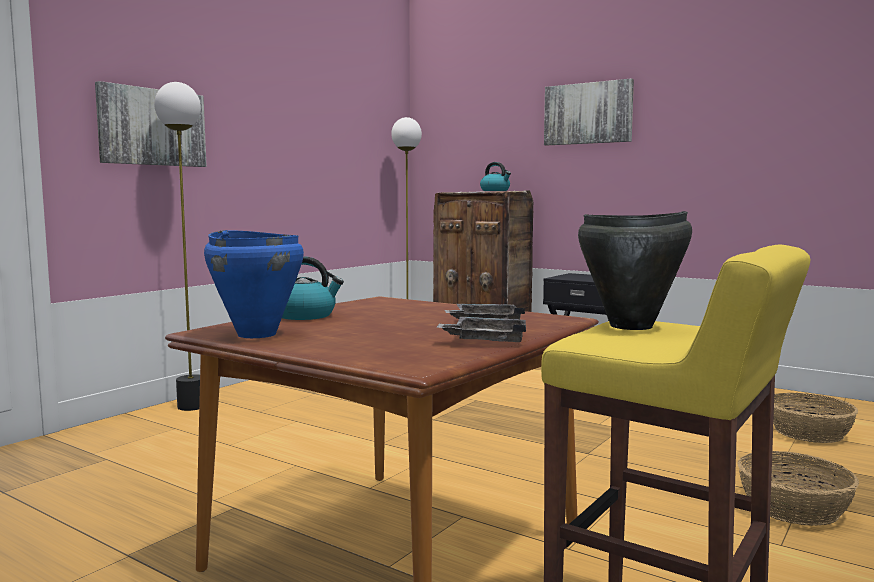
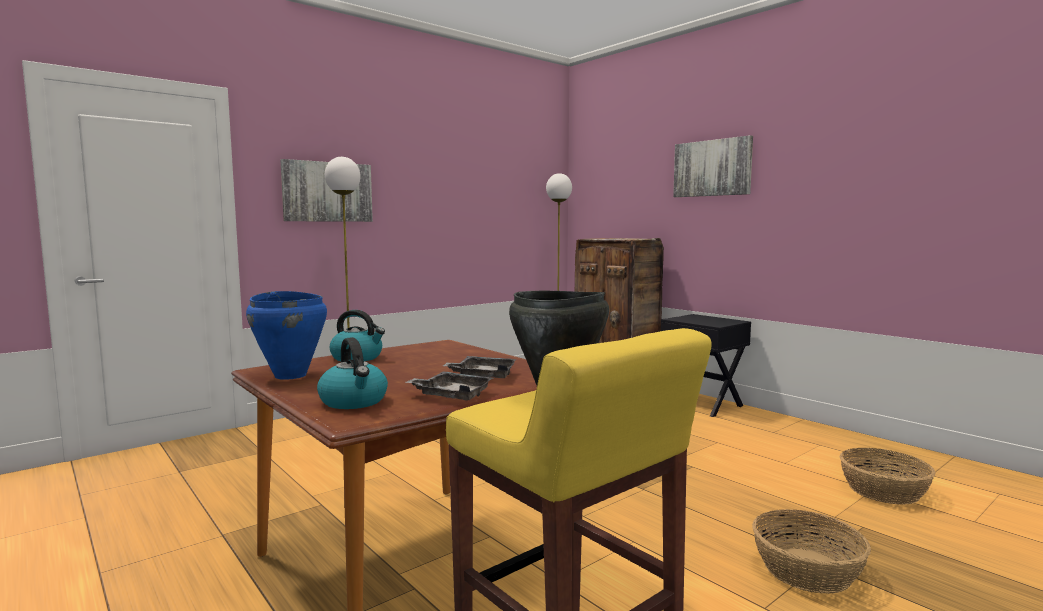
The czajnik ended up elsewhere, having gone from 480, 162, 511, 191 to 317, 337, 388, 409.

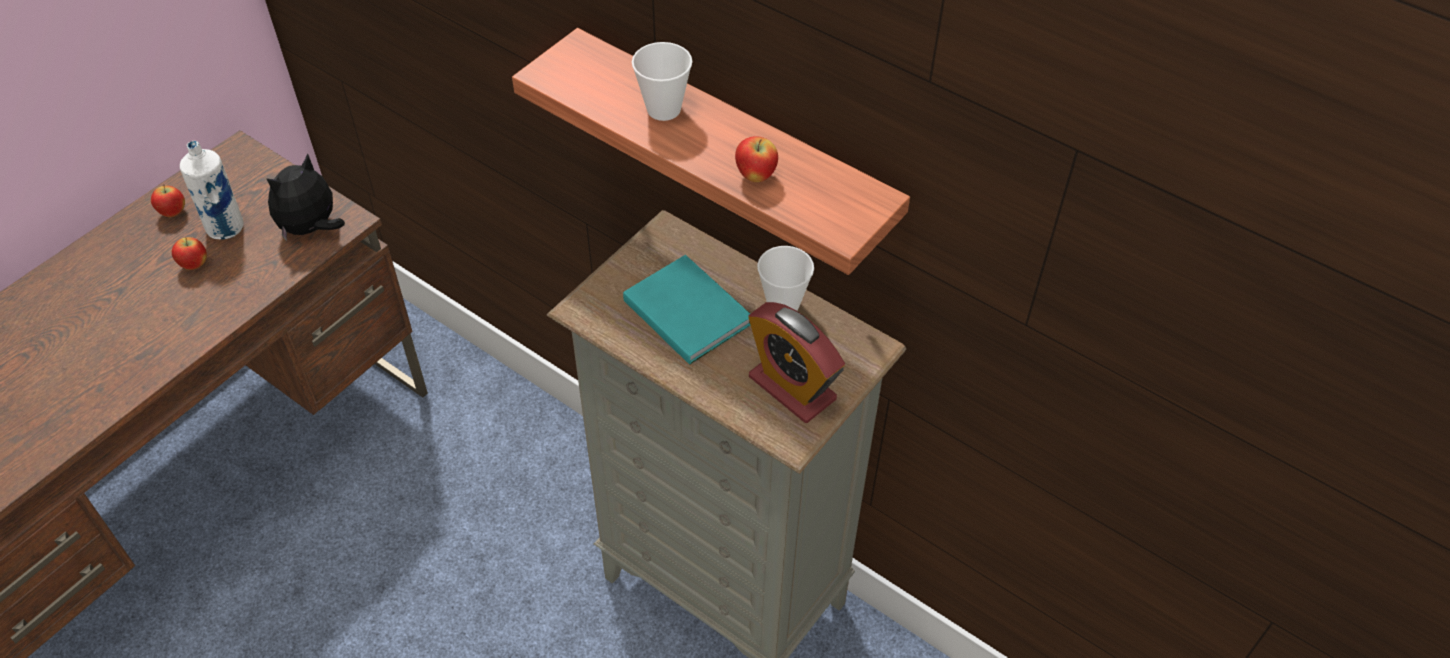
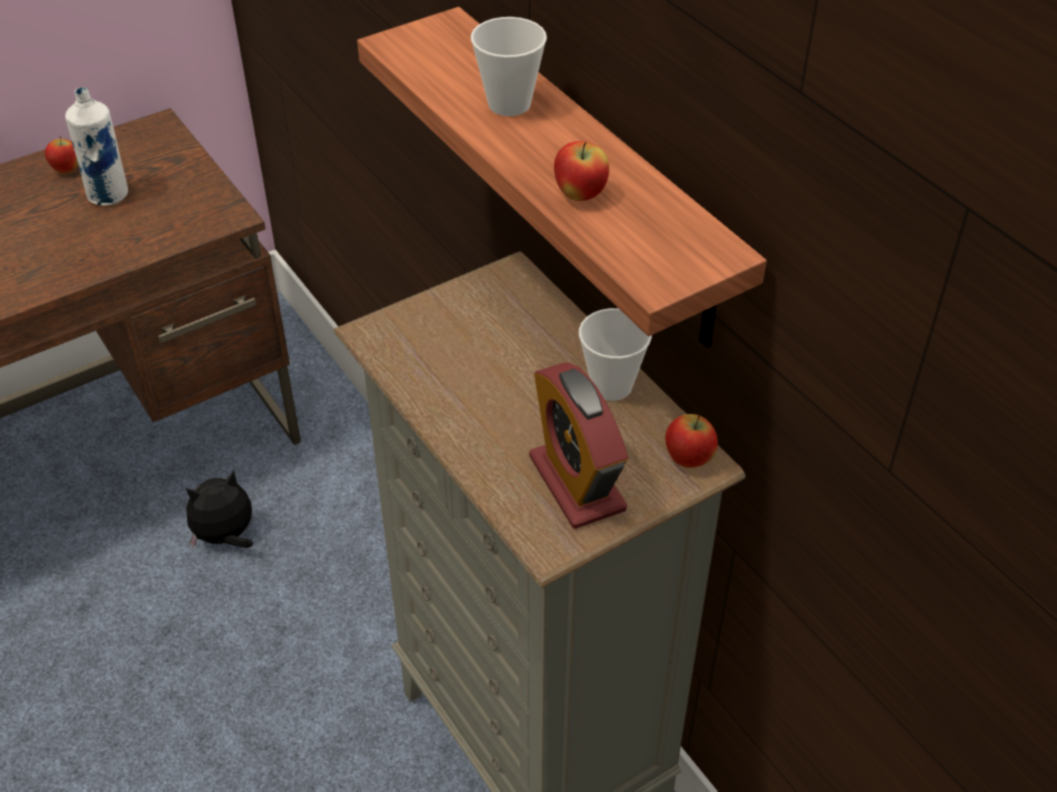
The jabłko ended up elsewhere, having gone from 172, 237, 207, 270 to 665, 414, 718, 468.
The pluszak ended up elsewhere, having gone from 266, 153, 345, 242 to 186, 470, 253, 549.
The second view lost the książka (turkusowy) at 623, 255, 751, 365.

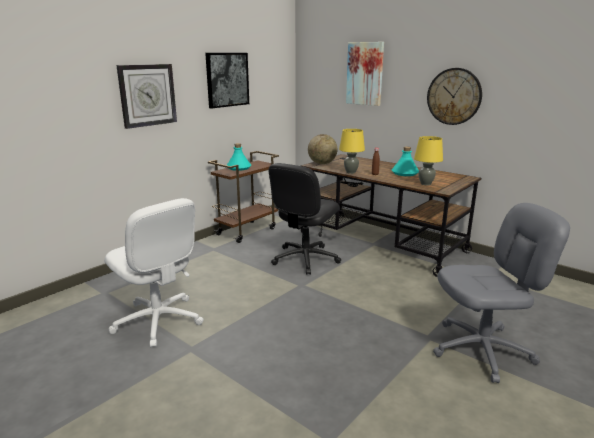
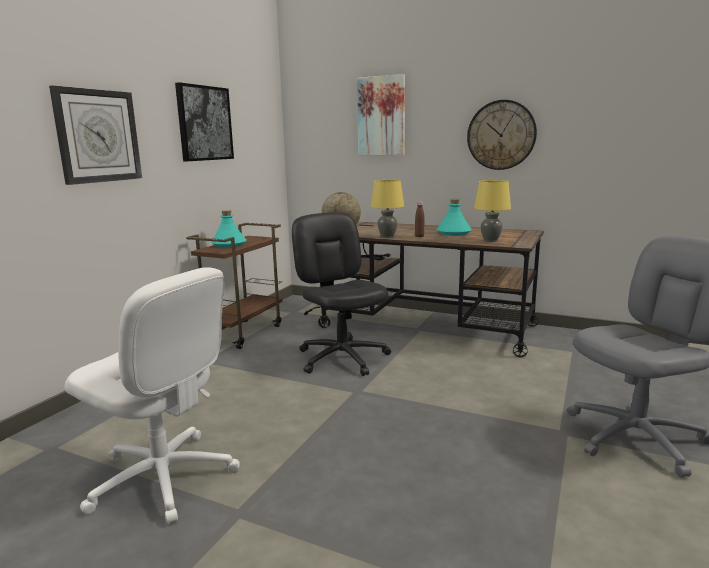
The krzesło biurowe (czarny) at 269, 163, 341, 275 ended up facing another way, 135 degrees clockwise from before.

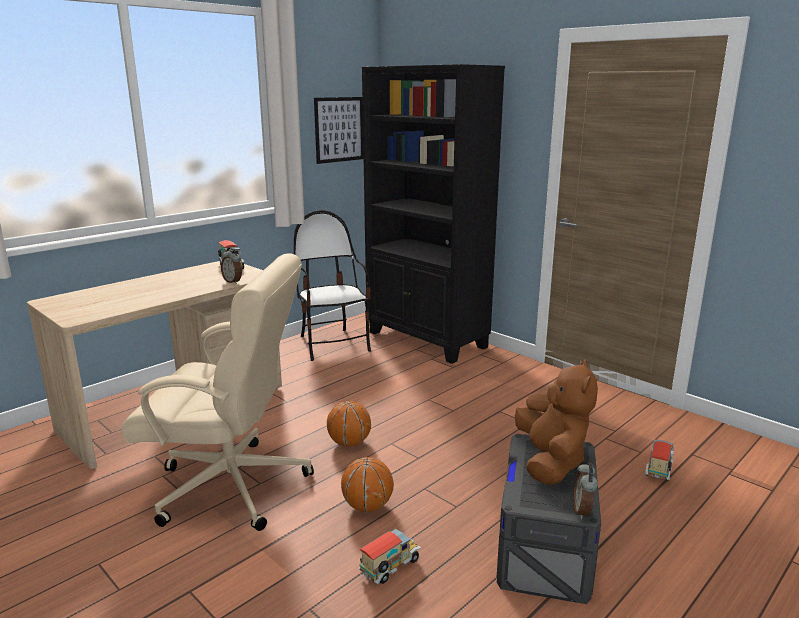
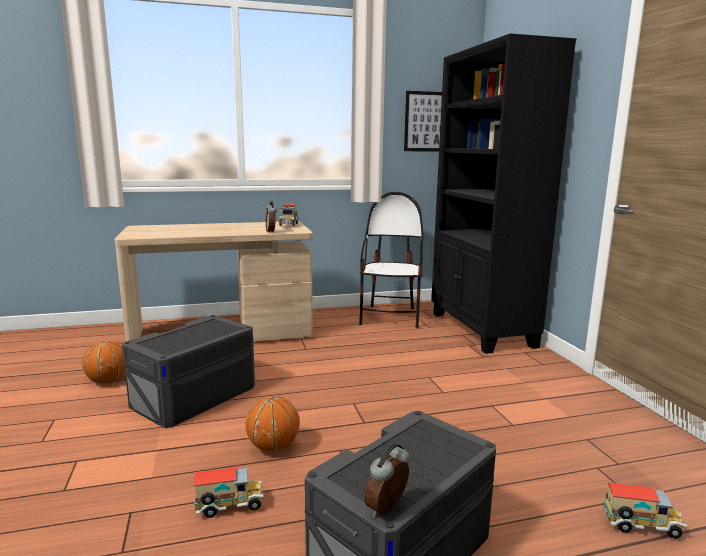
Where the krzesło biurowe (beżowy) stood at 121, 253, 314, 531, the pojemnik do przechowywania (szary) came to stand at 122, 315, 255, 428.
The piłka do koszykówki ended up elsewhere, having gone from 327, 401, 371, 447 to 82, 341, 125, 384.
The second view lost the pluszak (brązowy) at 515, 360, 598, 485.
The ciężarówka zabawkowa at 645, 440, 674, 481 ended up facing another way, 45 degrees clockwise from before.

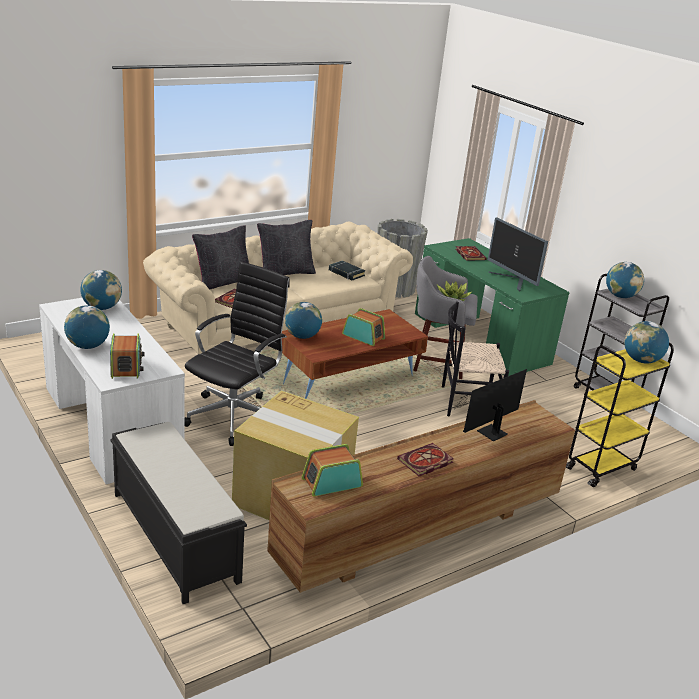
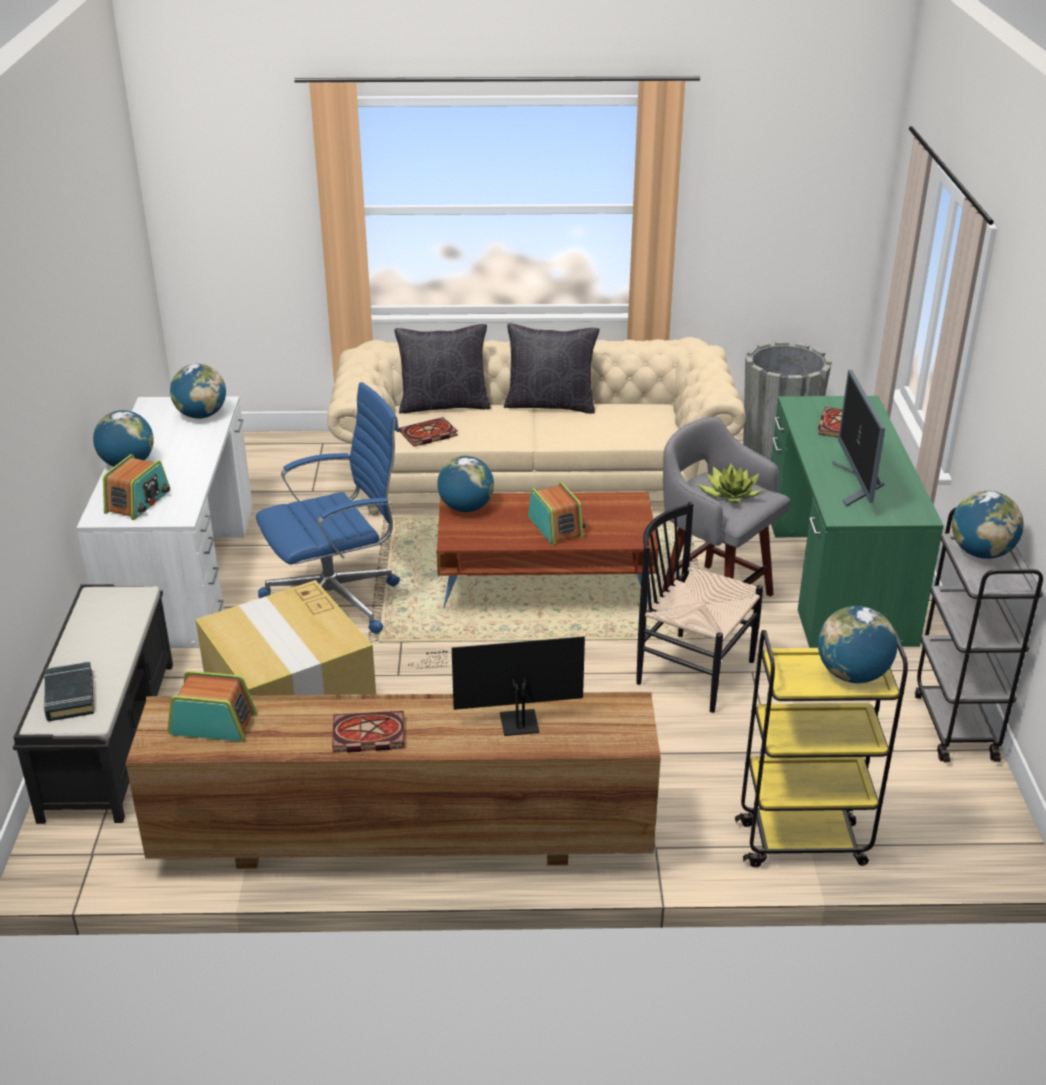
What was the krzesło biurowe (czarny) at 184, 262, 290, 446 turned into the krzesło biurowe (niebieski) at 256, 382, 400, 634.
The książka (czarny) ended up elsewhere, having gone from 329, 261, 365, 281 to 44, 662, 94, 721.

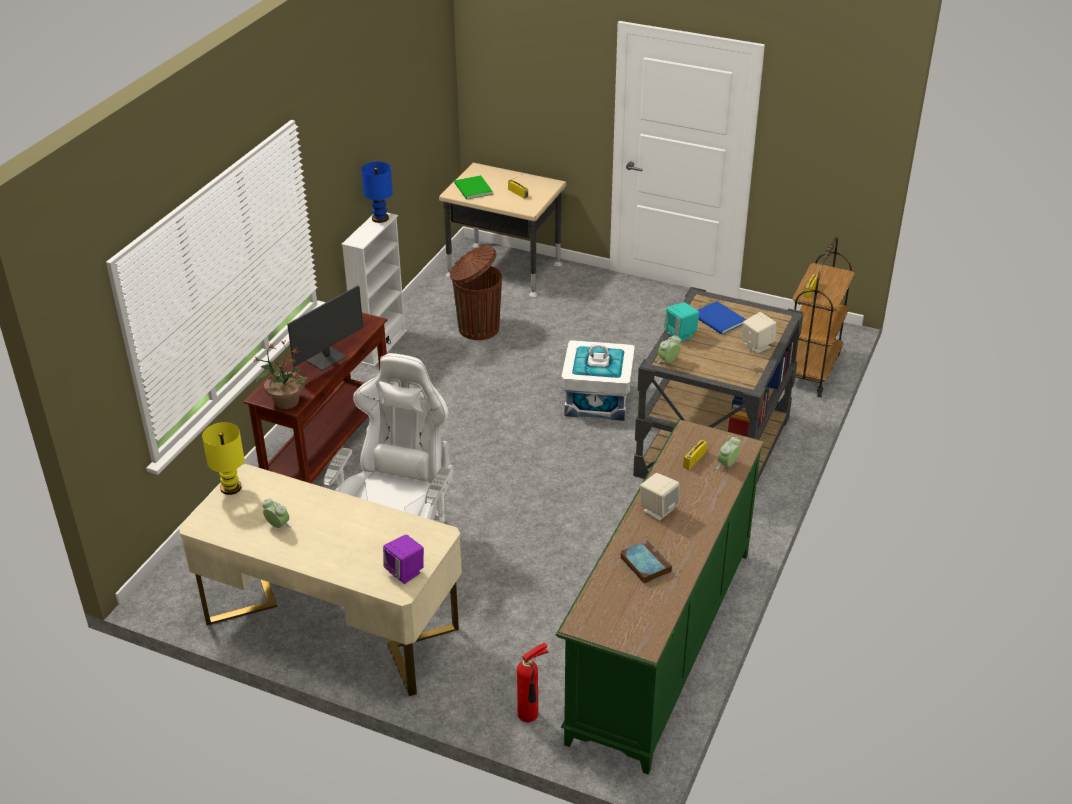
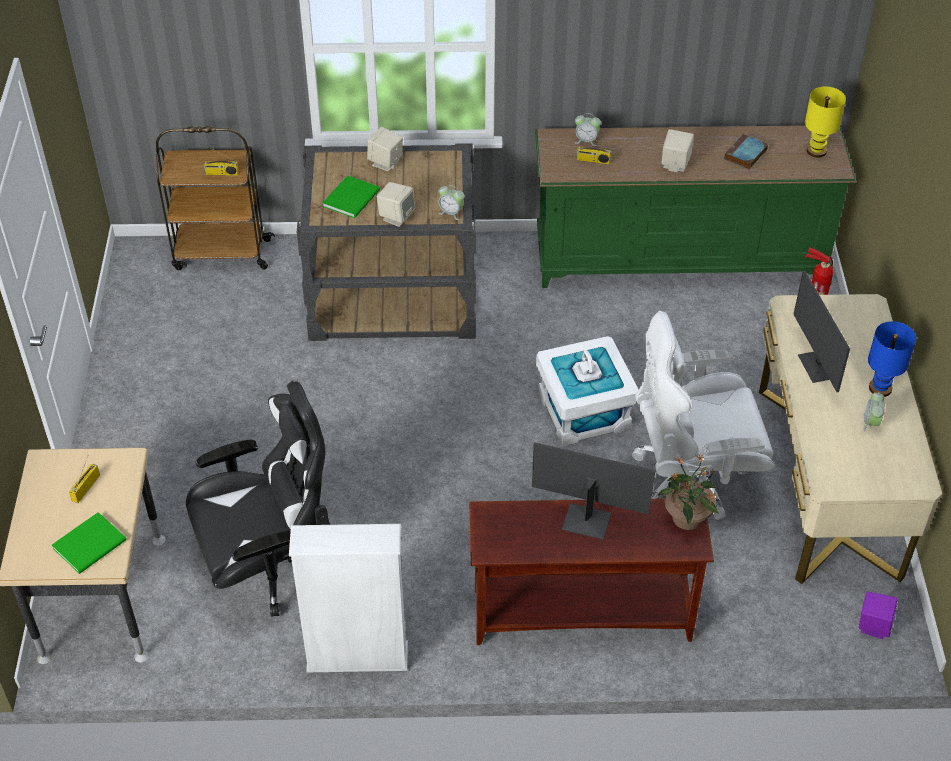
The lampa stołowa (żółty) ended up elsewhere, having gone from 202, 422, 244, 495 to 805, 87, 846, 158.
The lampa stołowa (niebieski) ended up elsewhere, having gone from 361, 162, 393, 223 to 868, 321, 916, 397.
The głośnik (fioletowy) ended up elsewhere, having gone from 383, 534, 424, 584 to 859, 592, 898, 639.
Where the kosz na śmieci (brązowy) stood at 450, 245, 502, 340, the krzesło biurowe (czarny) came to stand at 186, 381, 331, 617.
The pojemnik do przechowywania (biały) ended up elsewhere, having gone from 561, 340, 635, 421 to 536, 336, 639, 446.
What was the głośnik (turkusowy) at 664, 302, 699, 342 turned into the głośnik (beżowy) at 376, 182, 415, 227.
What was the książka (niebieski) at 697, 301, 746, 335 turned into the książka (zielony) at 323, 175, 380, 218.
The second view gained the monitor at 793, 271, 850, 392.

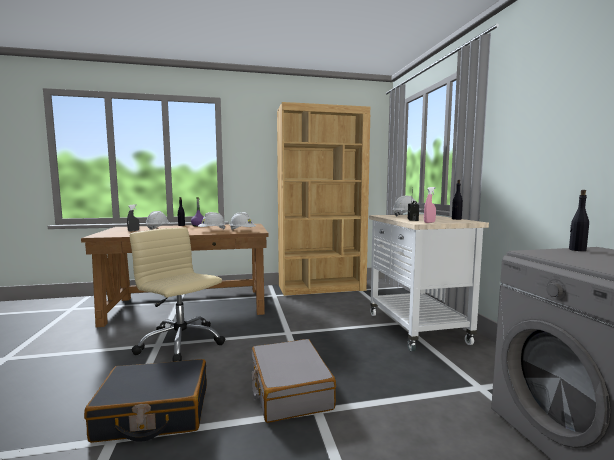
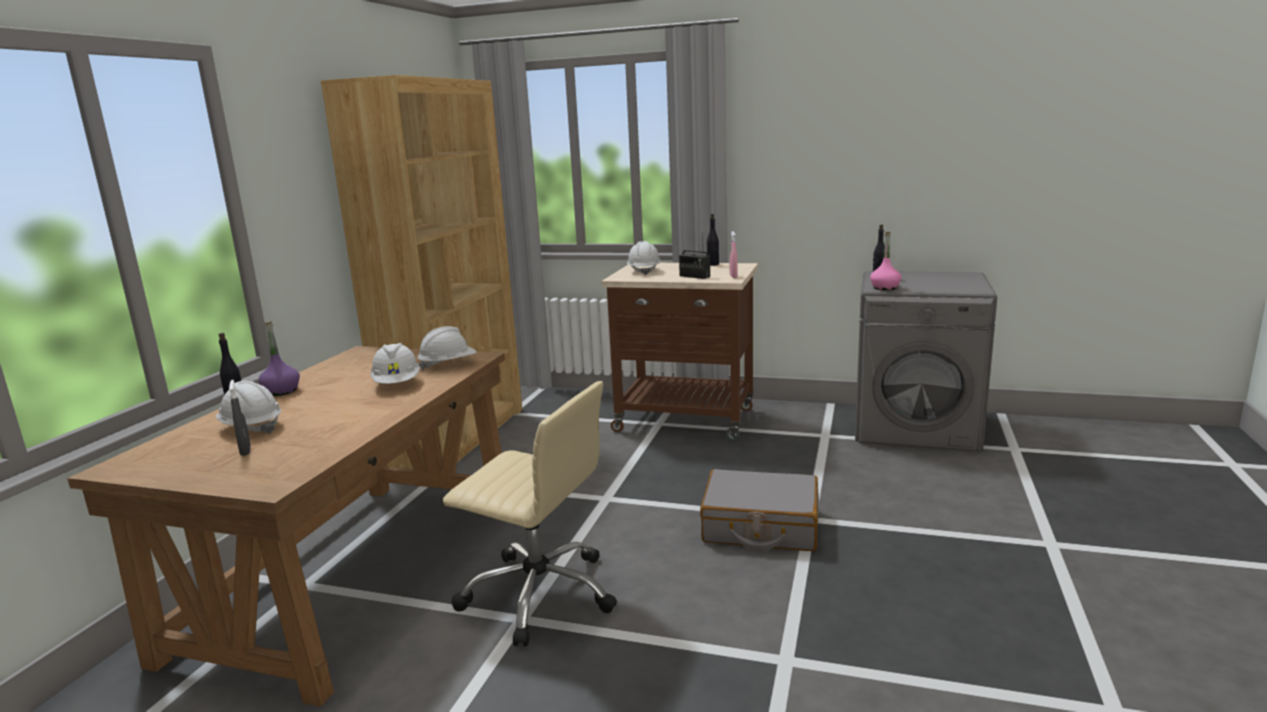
The second view lost the walizka (czarny) at 84, 359, 207, 443.
The krzesło biurowe (beżowy) at 130, 228, 225, 362 ended up facing another way, 135 degrees counterclockwise from before.
What was the wózek (biały) at 369, 214, 489, 351 turned into the wózek (brązowy) at 601, 263, 758, 441.
The second view gained the butelka (różowy) at 870, 232, 901, 290.

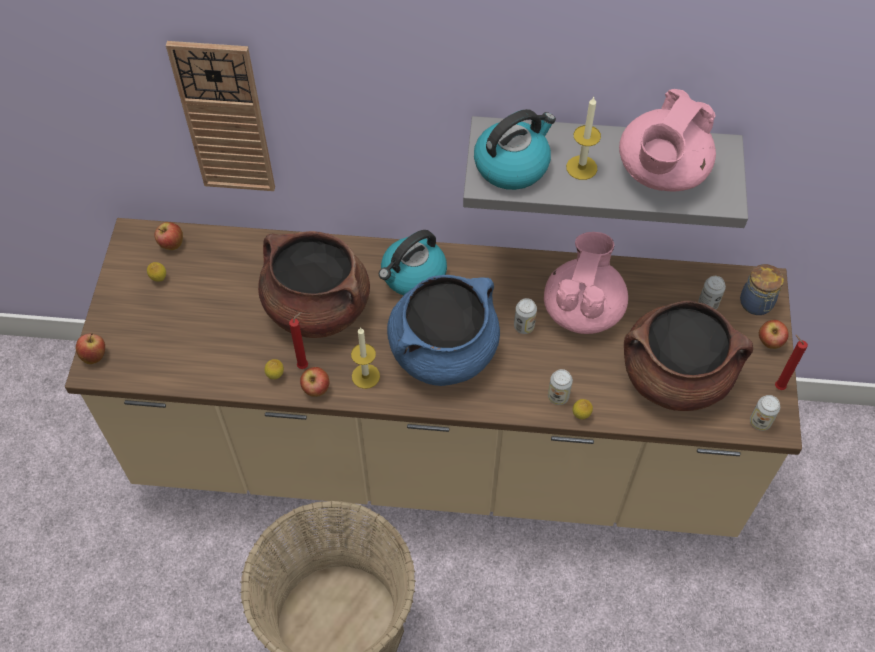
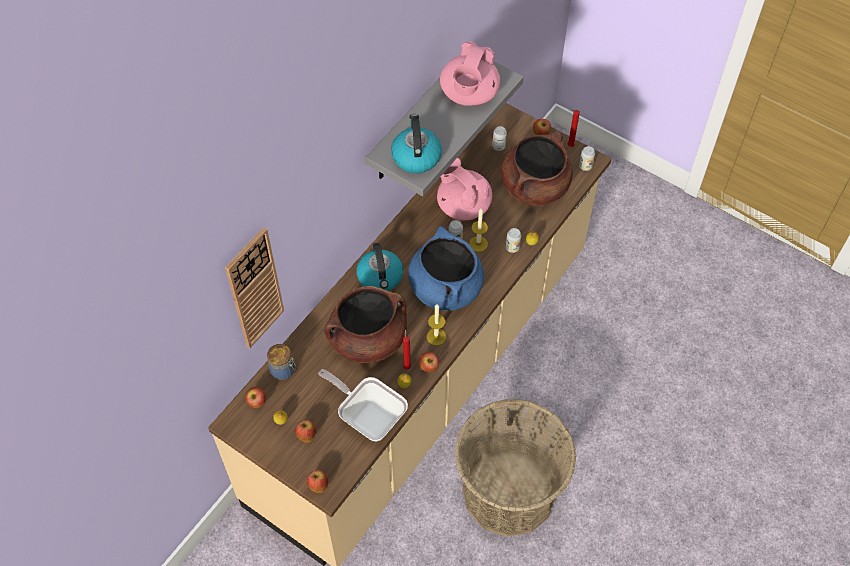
The świeca ended up elsewhere, having gone from 566, 97, 601, 180 to 469, 209, 488, 252.
The imbryk (różowy) at 619, 89, 716, 191 ended up facing another way, 45 degrees clockwise from before.
The słoik ended up elsewhere, having gone from 740, 264, 784, 315 to 267, 344, 296, 380.
The second view gained the jabłko at 295, 420, 317, 443.
The second view gained the patelnia at 318, 369, 408, 441.

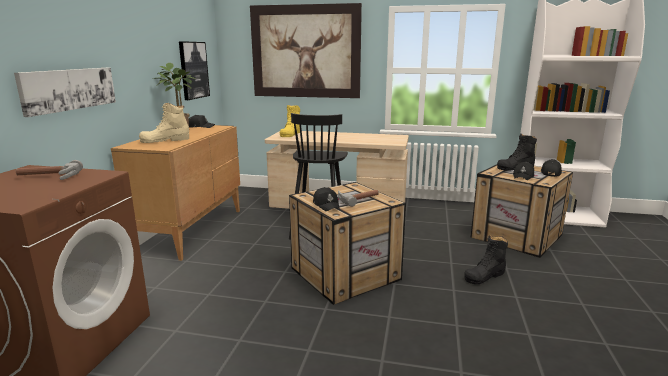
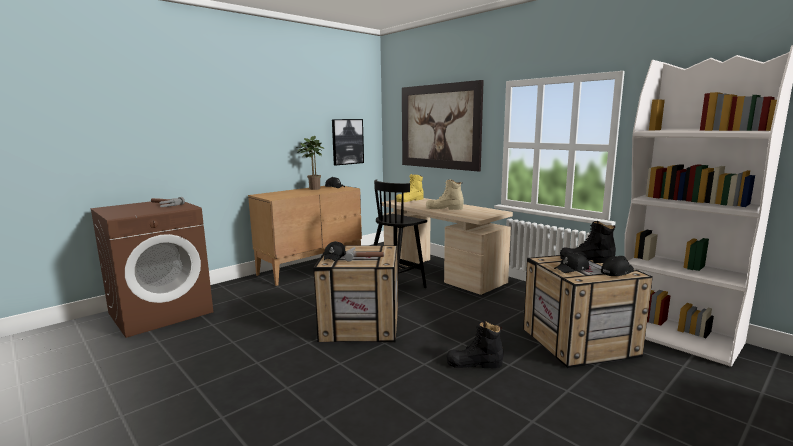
The second view lost the obraz at 14, 68, 116, 117.
The but z cholewką (beżowy) ended up elsewhere, having gone from 139, 103, 189, 143 to 426, 179, 464, 210.

